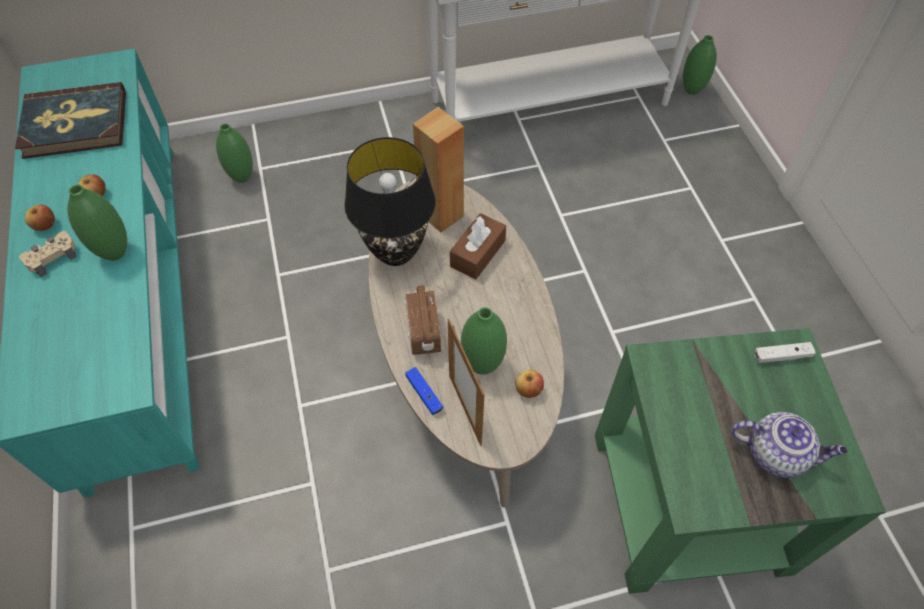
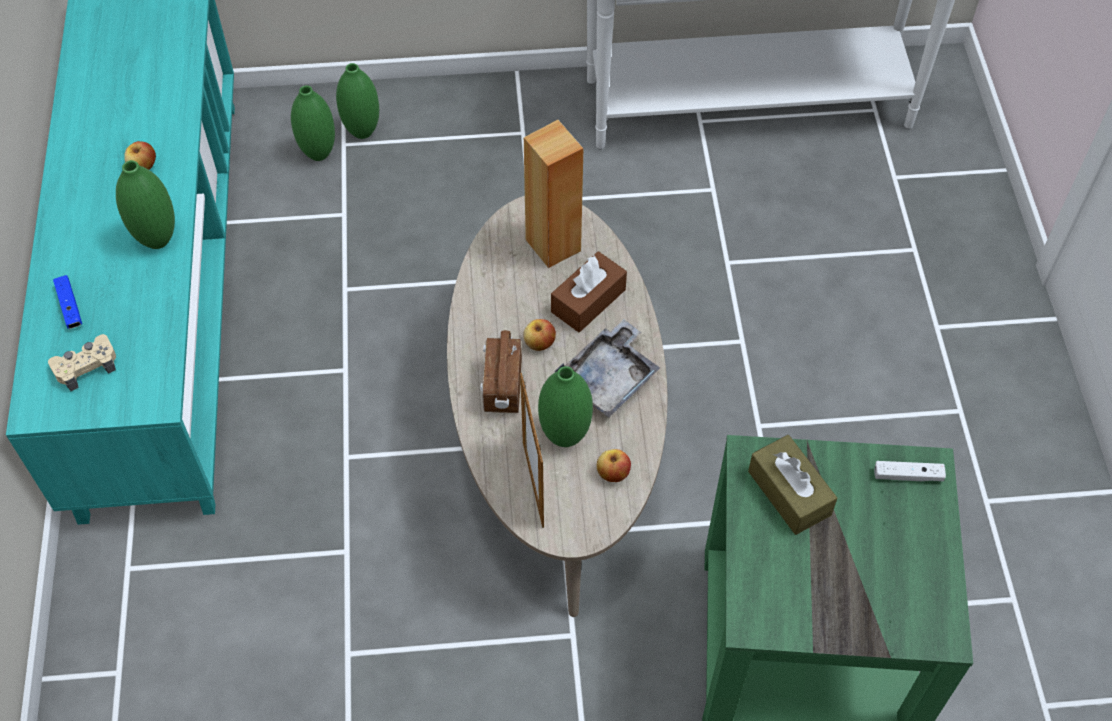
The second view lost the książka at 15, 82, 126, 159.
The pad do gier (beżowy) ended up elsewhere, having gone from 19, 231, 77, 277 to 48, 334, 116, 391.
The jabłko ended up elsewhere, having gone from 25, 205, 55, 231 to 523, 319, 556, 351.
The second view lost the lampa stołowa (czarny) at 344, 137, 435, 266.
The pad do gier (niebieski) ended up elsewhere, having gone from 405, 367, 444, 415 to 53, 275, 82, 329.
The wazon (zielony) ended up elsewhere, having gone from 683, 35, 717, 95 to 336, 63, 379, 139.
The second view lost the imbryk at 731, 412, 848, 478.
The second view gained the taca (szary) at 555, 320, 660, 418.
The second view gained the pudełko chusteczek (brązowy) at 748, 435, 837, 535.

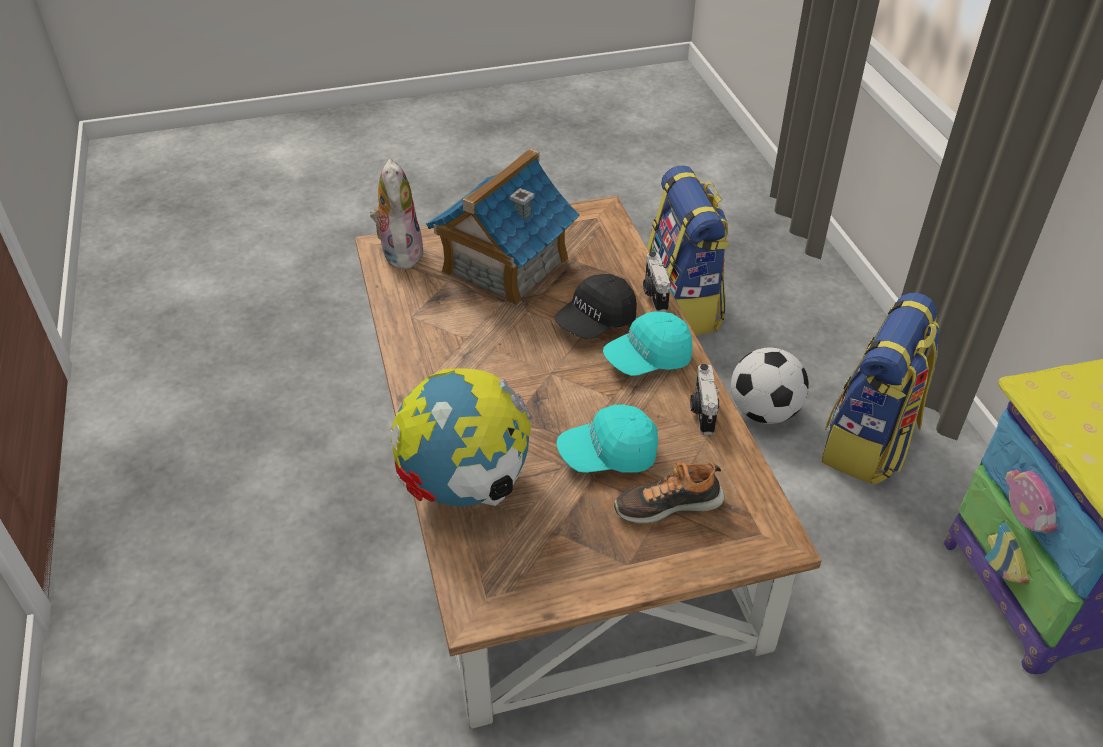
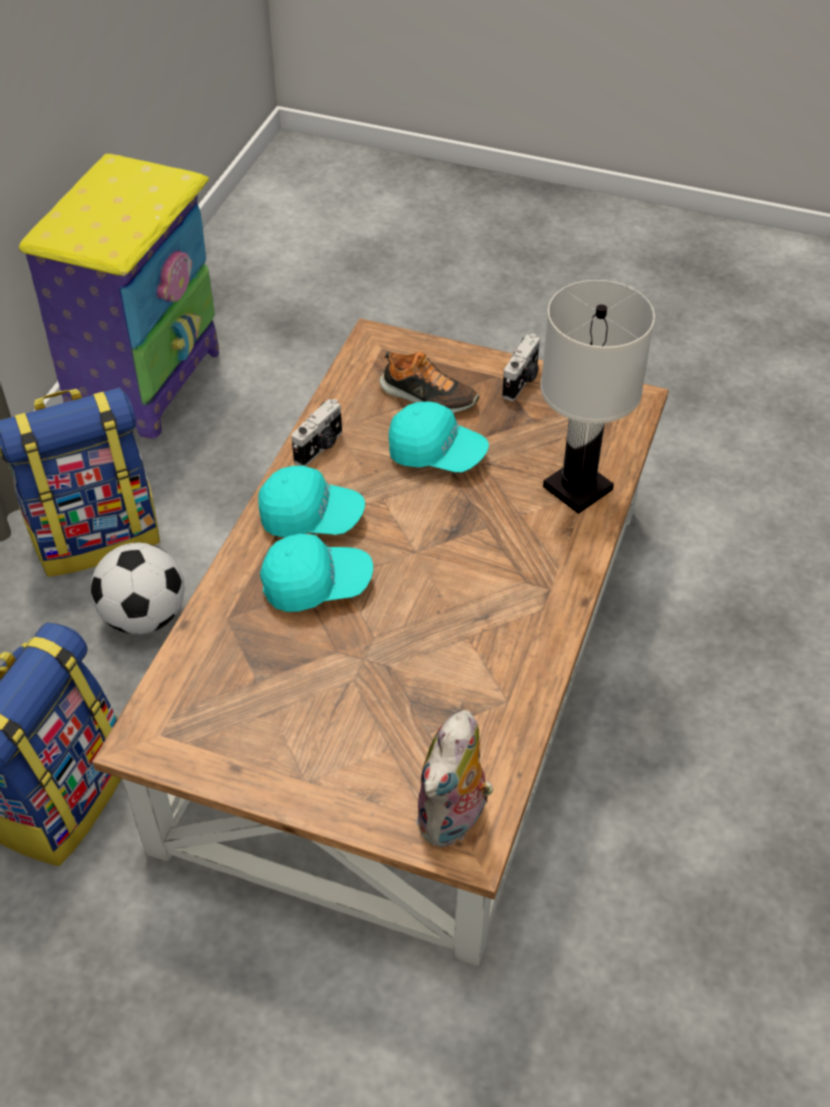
Where the globus stood at 391, 368, 533, 506, the lampa stołowa (biały) came to stand at 540, 280, 655, 514.
The second view lost the domek at 426, 148, 579, 307.
What was the czapka z daszkiem (czarny) at 554, 274, 637, 339 turned into the czapka z daszkiem (turkusowy) at 260, 534, 373, 612.
The aparat fotograficzny ended up elsewhere, having gone from 643, 252, 671, 312 to 502, 334, 540, 401.

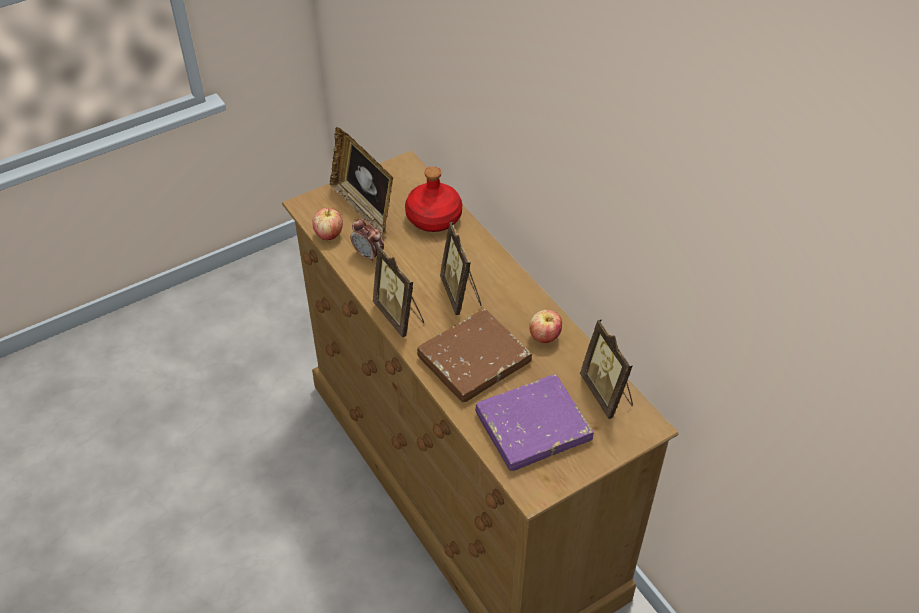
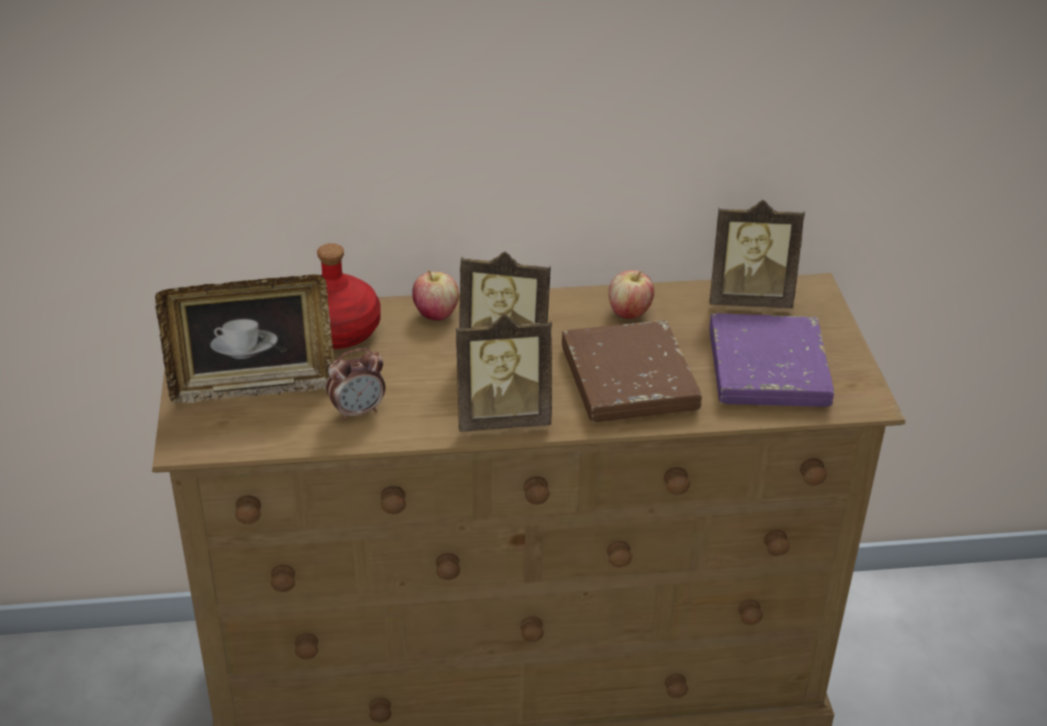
The jabłko ended up elsewhere, having gone from 312, 208, 343, 240 to 412, 270, 459, 320.

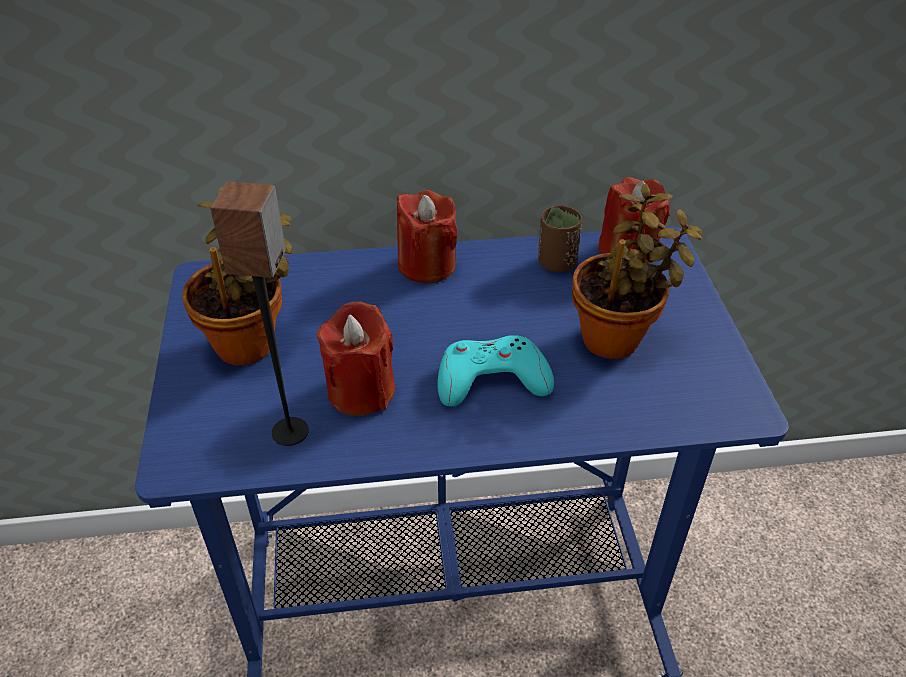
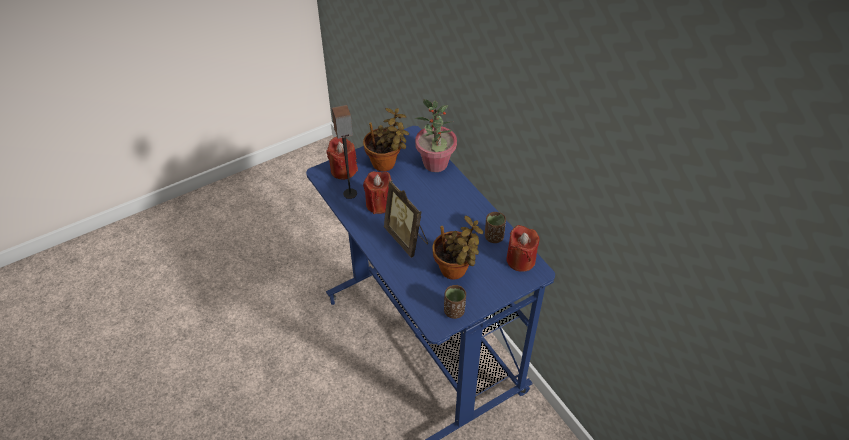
The świeca (czerwony) ended up elsewhere, having gone from 397, 190, 458, 283 to 326, 137, 358, 180.
Where the pad do gier (turkusowy) stood at 438, 335, 554, 406, the ramka na zdjęcie came to stand at 384, 180, 428, 258.
The second view gained the roślina doniczkowa at 415, 99, 457, 172.
The second view gained the filiżanka (brązowy) at 444, 285, 466, 319.

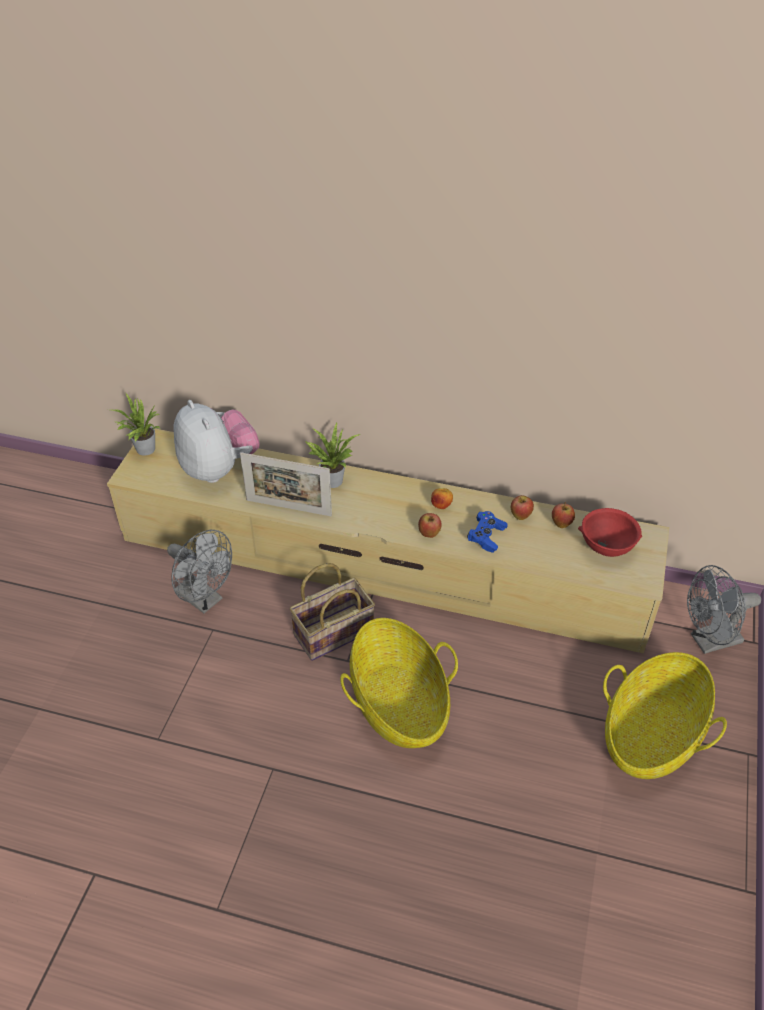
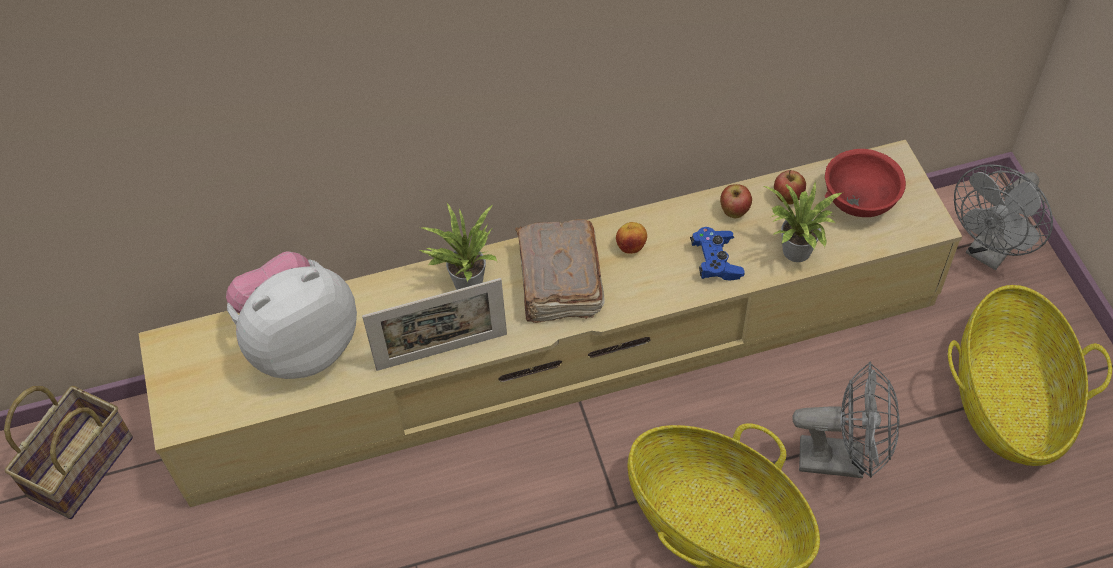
The roślina doniczkowa ended up elsewhere, having gone from 112, 394, 161, 456 to 762, 182, 842, 262.
The wentylator (szary) ended up elsewhere, having gone from 167, 530, 232, 614 to 793, 362, 900, 478.
The pluszak at 173, 400, 260, 483 ended up facing another way, 60 degrees counterclockwise from before.
The koszyk ended up elsewhere, having gone from 290, 563, 375, 661 to 4, 386, 133, 519.
The second view lost the jabłko at 418, 513, 442, 538.
The second view gained the książka (brązowy) at 515, 219, 605, 323.

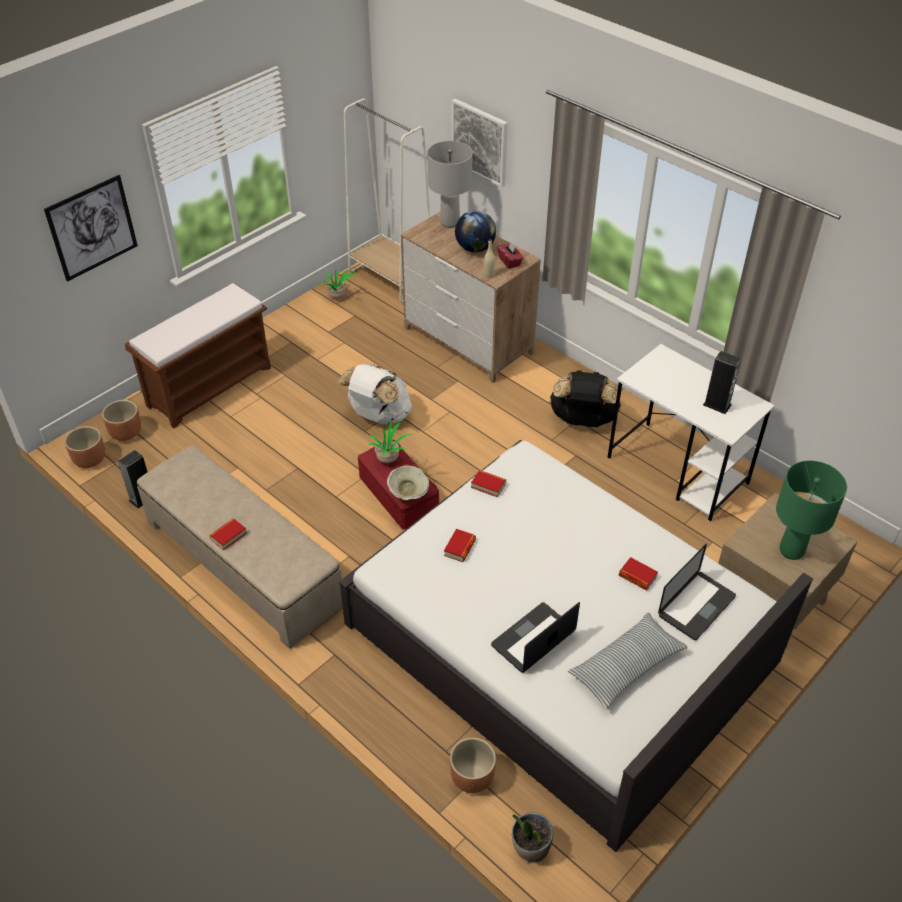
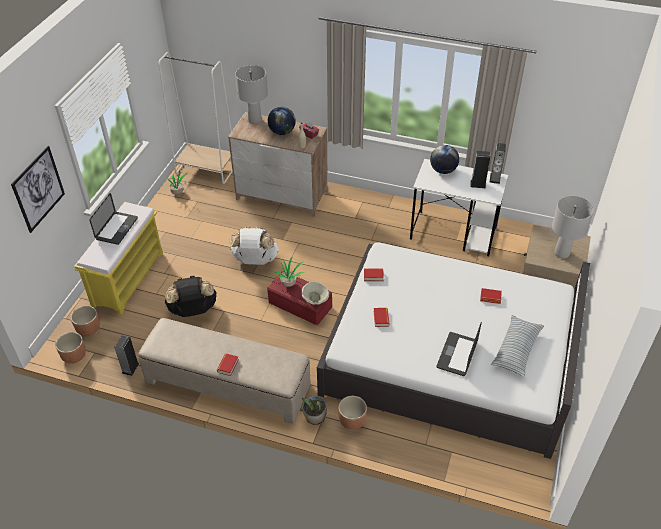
What was the ławka (brązowy) at 125, 283, 271, 429 turned into the ławka (żółty) at 74, 202, 163, 315.
The donica (brązowy) ended up elsewhere, having gone from 450, 738, 496, 793 to 338, 396, 367, 430.
The second view lost the obraz at 452, 99, 508, 188.
The roślina doniczkowa ended up elsewhere, having gone from 512, 813, 553, 863 to 302, 396, 327, 426.
The plecak (czarny) ended up elsewhere, having gone from 550, 370, 621, 427 to 165, 276, 217, 317.
The laptop ended up elsewhere, having gone from 658, 544, 736, 640 to 89, 193, 138, 245.
What was the lampa stołowa (zielony) at 776, 460, 847, 560 turned into the lampa stołowa (szary) at 552, 196, 594, 259.
The second view gained the globus at 430, 145, 459, 174.
The second view gained the głośnik at 490, 143, 506, 184.

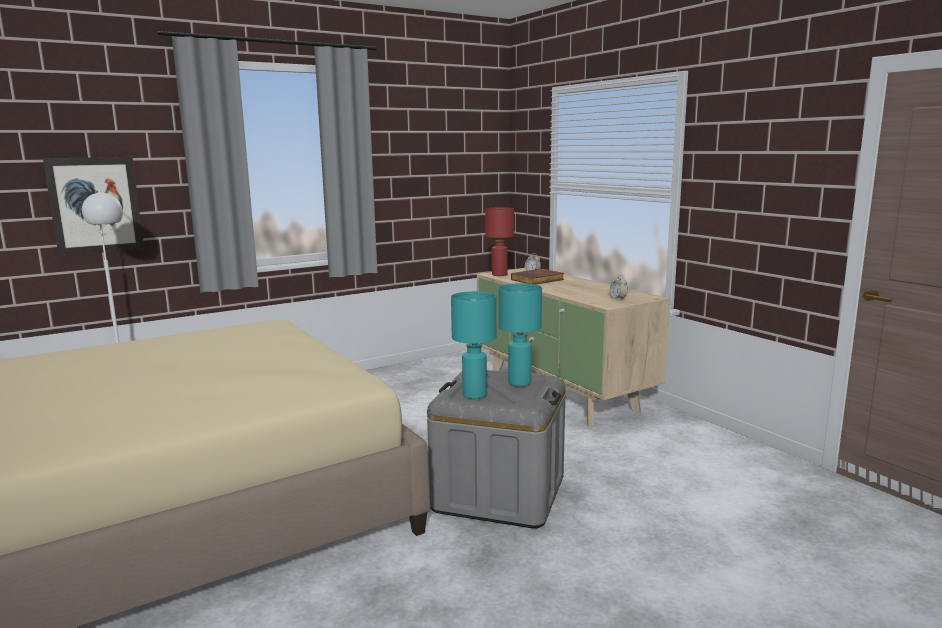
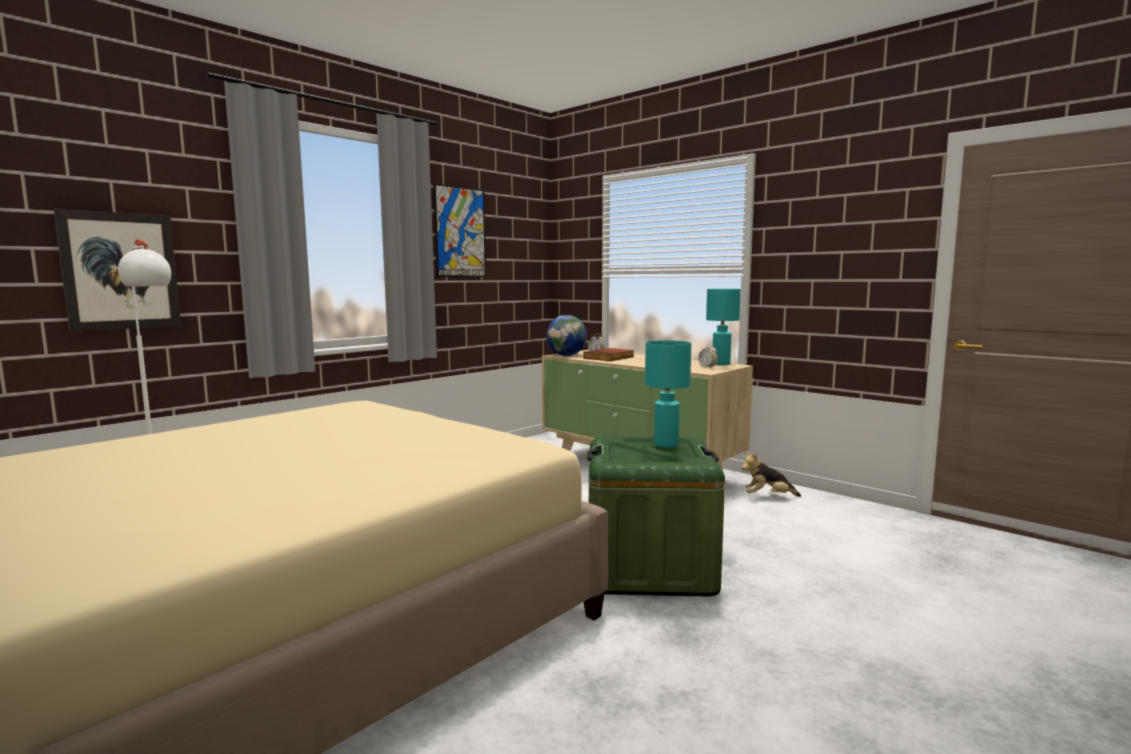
What was the pojemnik do przechowywania (szary) at 427, 370, 566, 529 turned into the pojemnik do przechowywania (zielony) at 587, 437, 725, 597.
The lampa stołowa (turkusowy) ended up elsewhere, having gone from 451, 291, 496, 399 to 706, 289, 741, 365.
Where the lampa stołowa (czerwony) stood at 485, 207, 514, 276, the globus came to stand at 546, 315, 587, 356.
The second view gained the obraz at 433, 184, 486, 277.
The second view gained the pluszak at 742, 452, 801, 497.

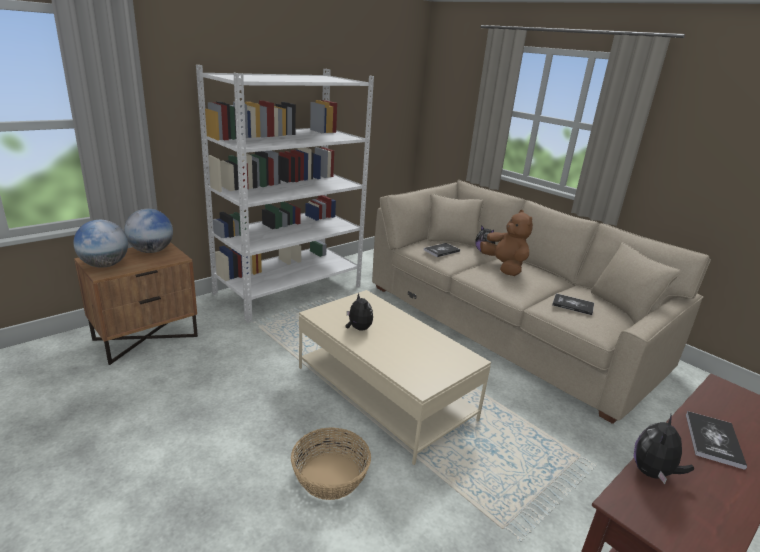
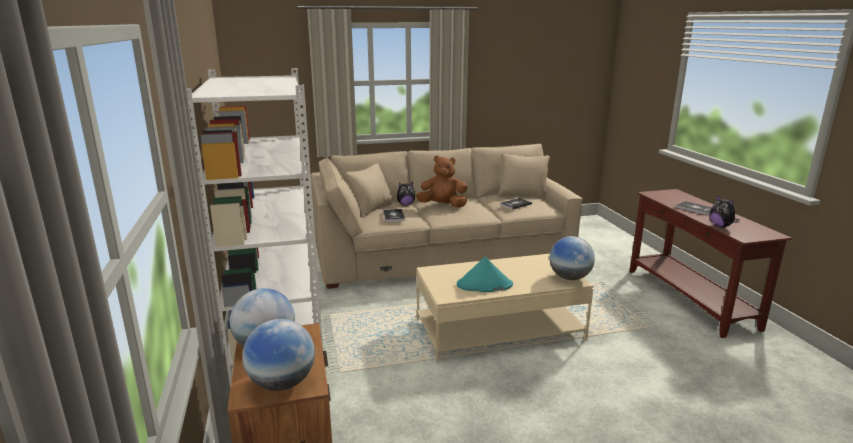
The second view lost the koszyk at 291, 428, 371, 500.
Where the pluszak stood at 346, 293, 373, 331, the kapelusz (turkusowy) came to stand at 457, 256, 513, 292.
The second view gained the globus at 549, 236, 595, 280.

